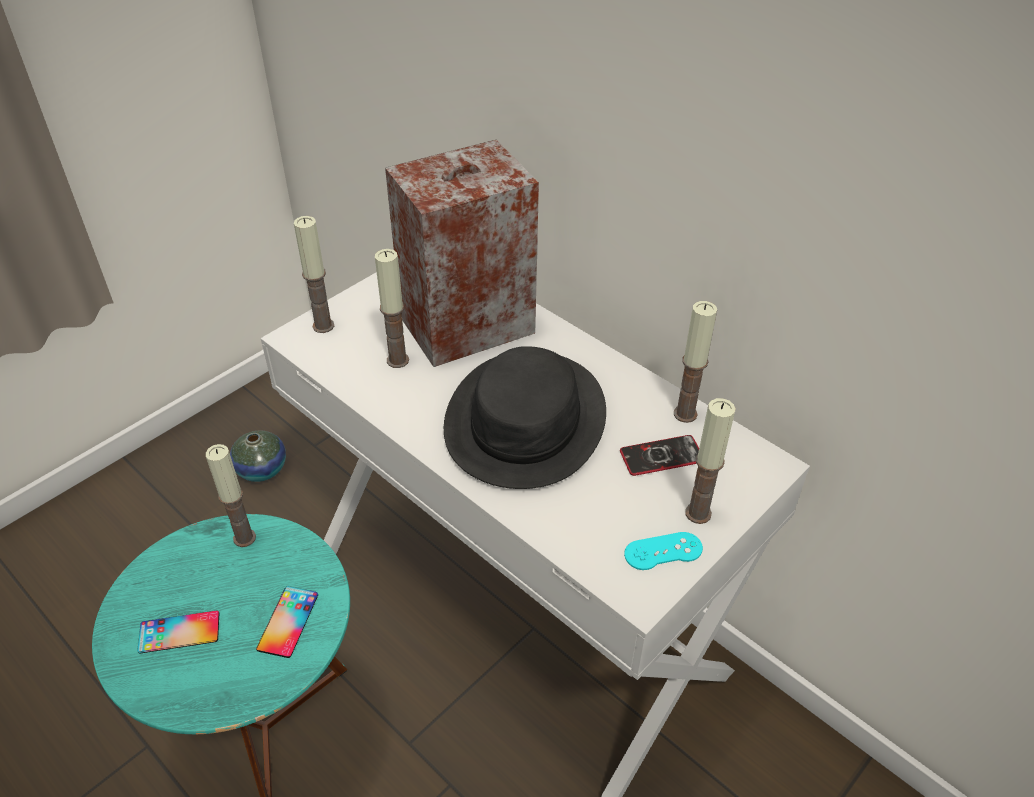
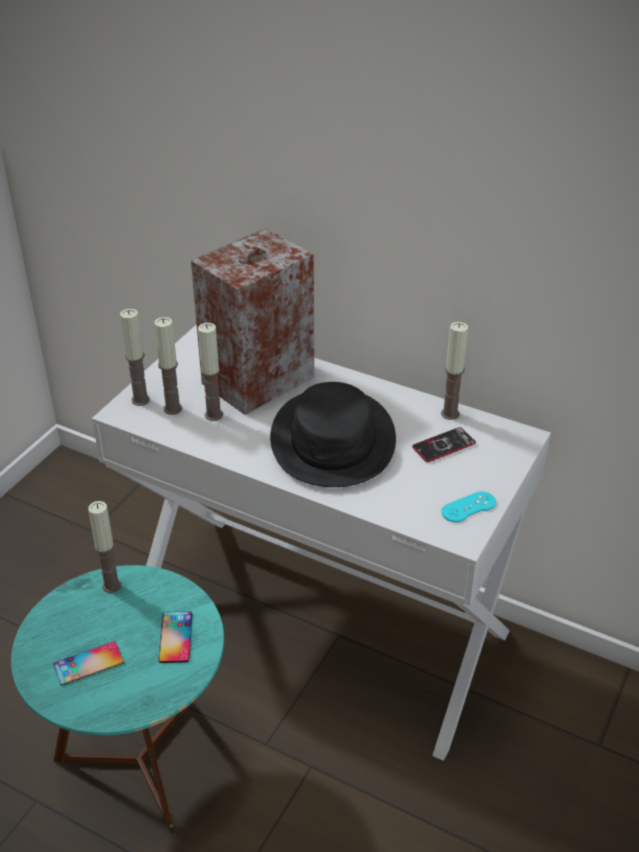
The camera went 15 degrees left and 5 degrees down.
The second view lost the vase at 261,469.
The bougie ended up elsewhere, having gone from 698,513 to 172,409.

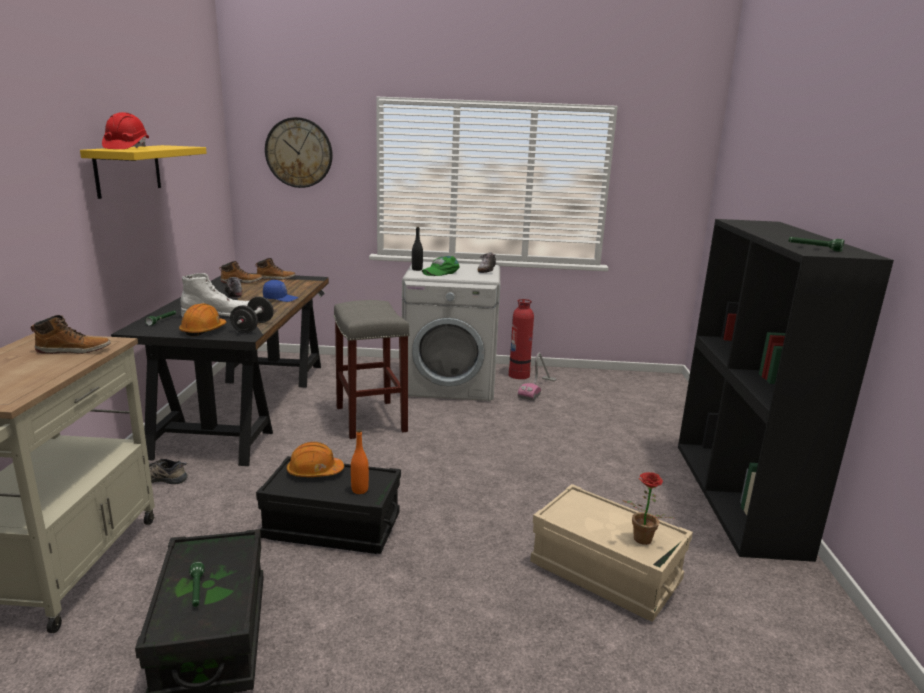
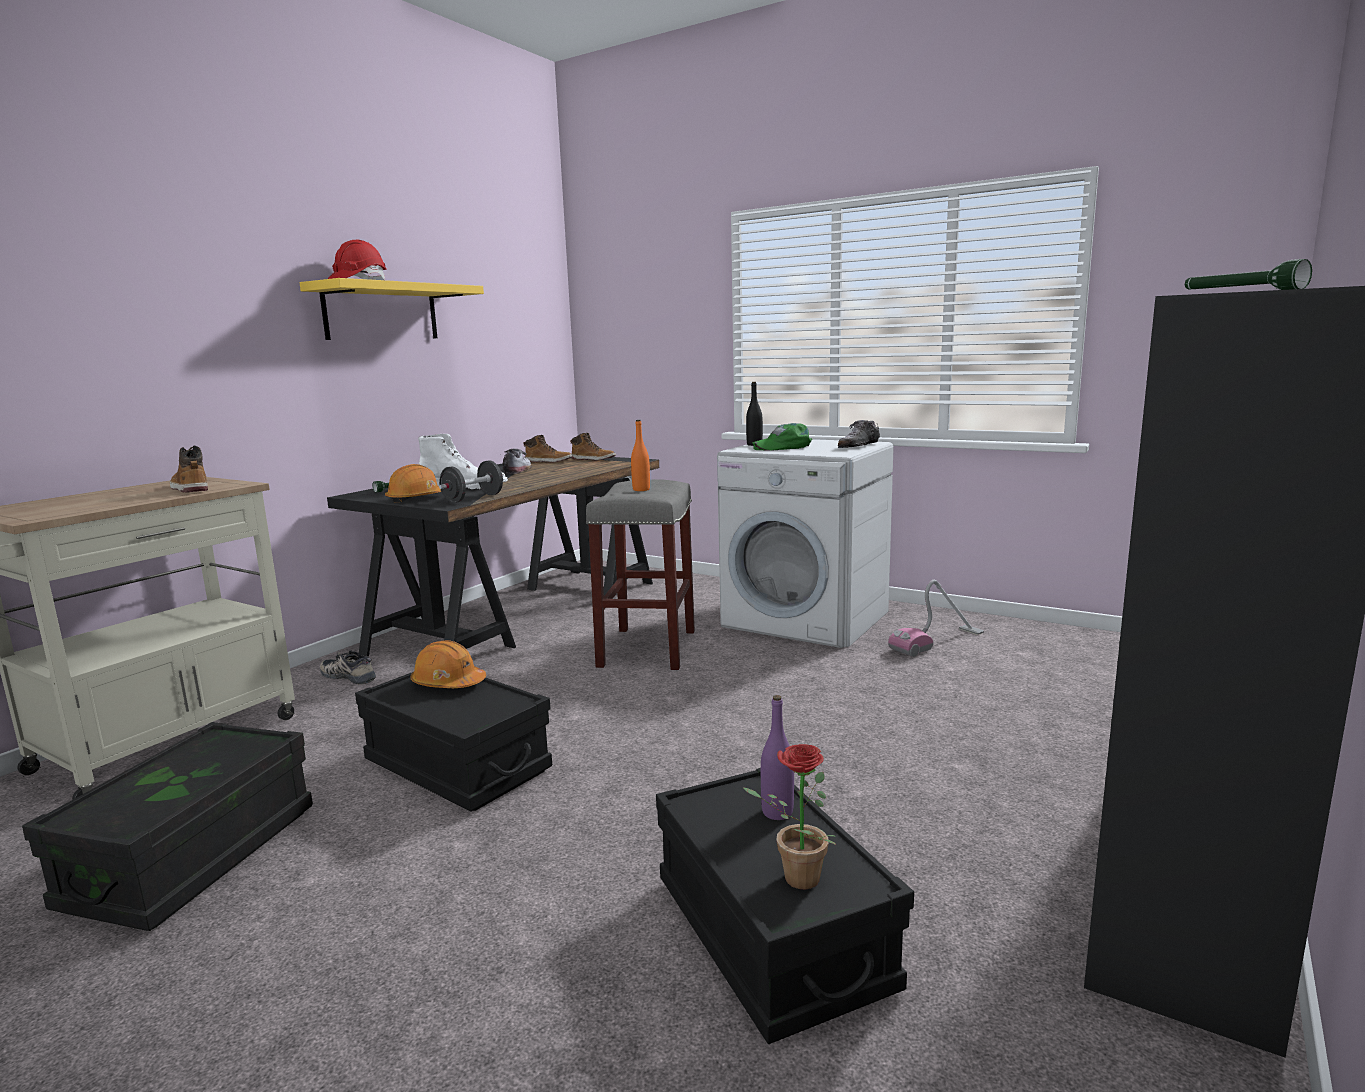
The camera went 30 degrees right and 5 degrees down.
The botte at 74,350 ended up facing another way, 150 degrees counterclockwise from before.
The second view lost the lampe de poche [vert] at 197,591.
The second view lost the casquette [bleu] at 280,298.
The second view lost the horloge murale at 299,153.
The bouteille [orange] ended up elsewhere, having gone from 360,490 to 641,489.
The second view lost the extincteur at 519,375.
What was the boîte de rangement [beige] at 605,573 turned into the boîte de rangement [noir] at 771,933.
The second view gained the bouteille [violet] at 777,812.

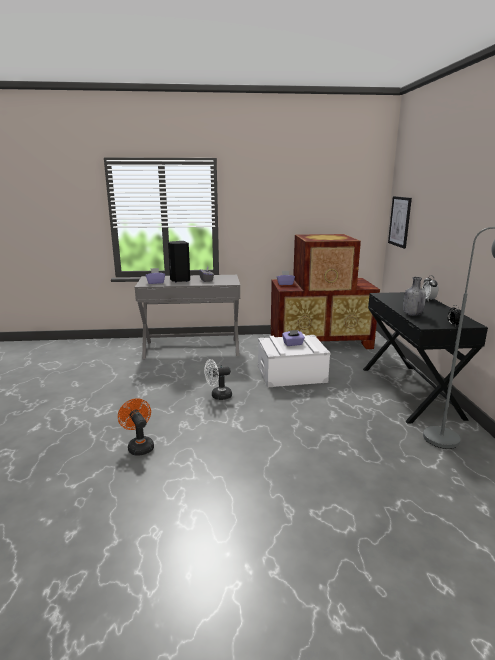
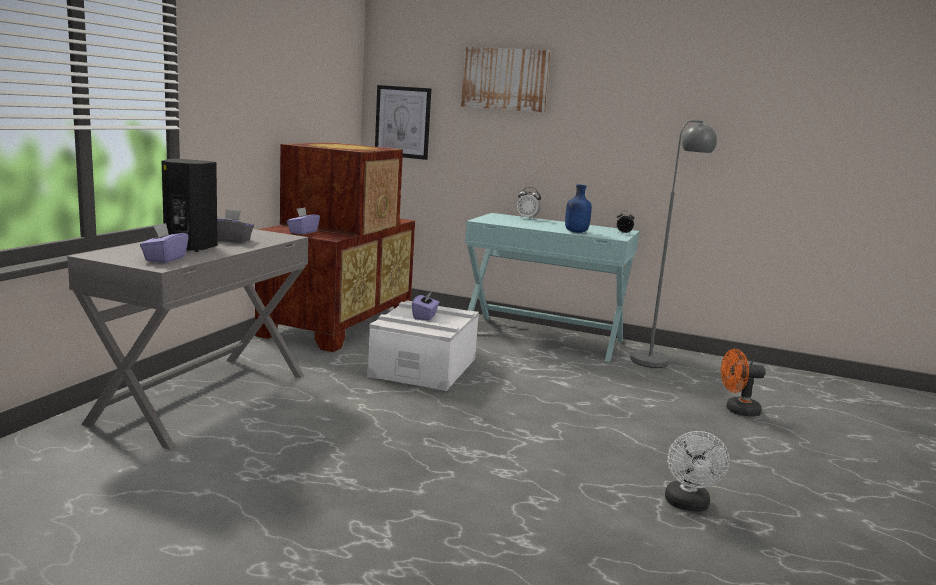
The camera went 65 degrees left and 5 degrees down.
The ventilateur [orange] ended up elsewhere, having gone from 139,446 to 737,410.
The ventilateur [blanc] ended up elsewhere, having gone from 218,396 to 688,505.
What was the bureau [noir] at 410,392 turned into the bureau [turquoise] at 543,337.
What was the bouteille [gris] at 412,314 turned into the bouteille [bleu] at 575,232.
The second view gained the tableau at 505,79.

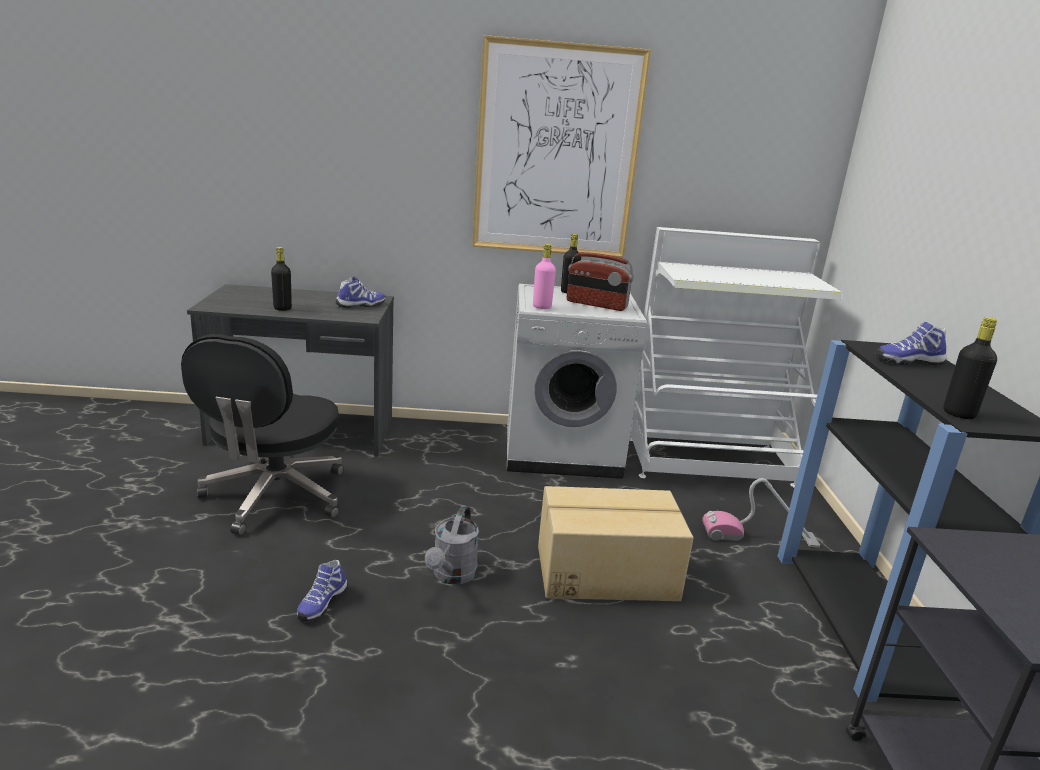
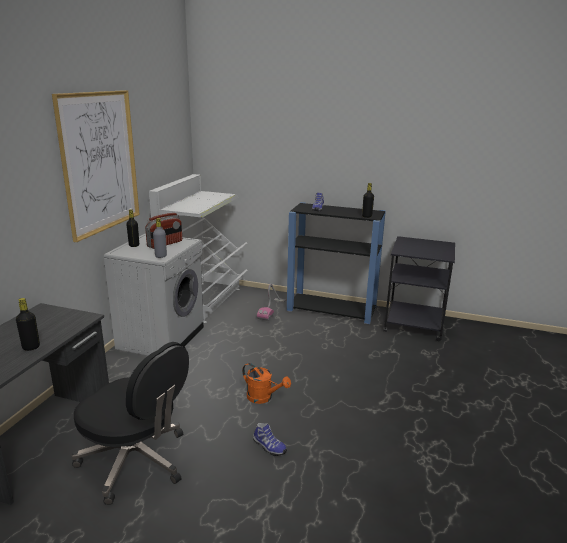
The camera went 70 degrees left and 0 degrees up.
The second view lost the chaussure at 361,305.
What was the arrosoir [gris] at 452,576 turned into the arrosoir [orange] at 263,398.
What was the bouteille [rose] at 542,307 turned into the bouteille [gris] at 161,256.
The second view lost the carton at 605,572.

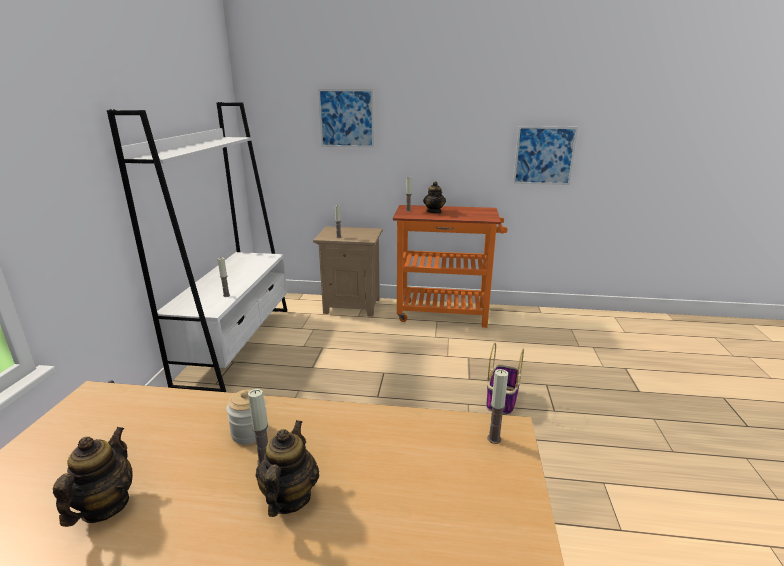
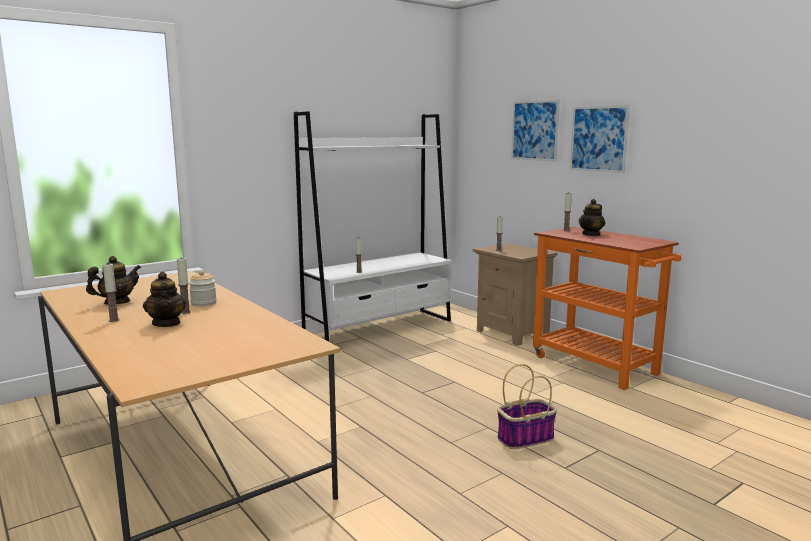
The camera went 45 degrees right and 10 degrees down.
The théière at 289,498 ended up facing another way, 105 degrees clockwise from before.
The bougie ended up elsewhere, having gone from 494,439 to 114,320.
The tableau ended up elsewhere, having gone from 544,155 to 598,139.

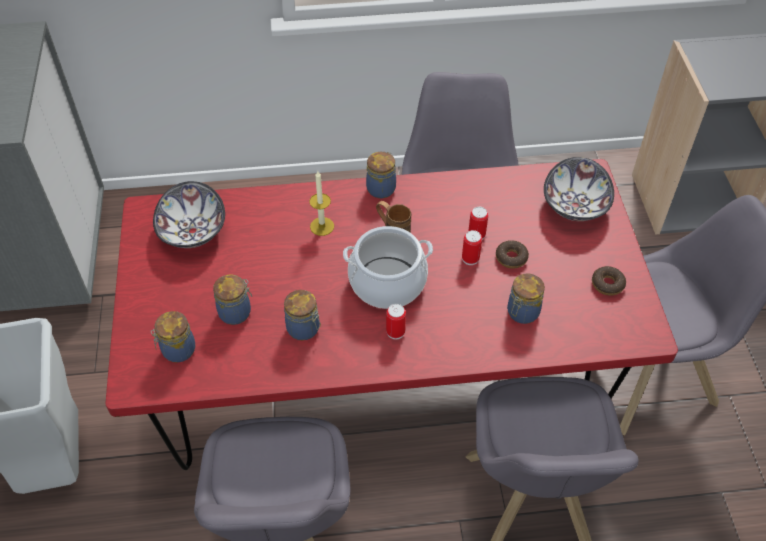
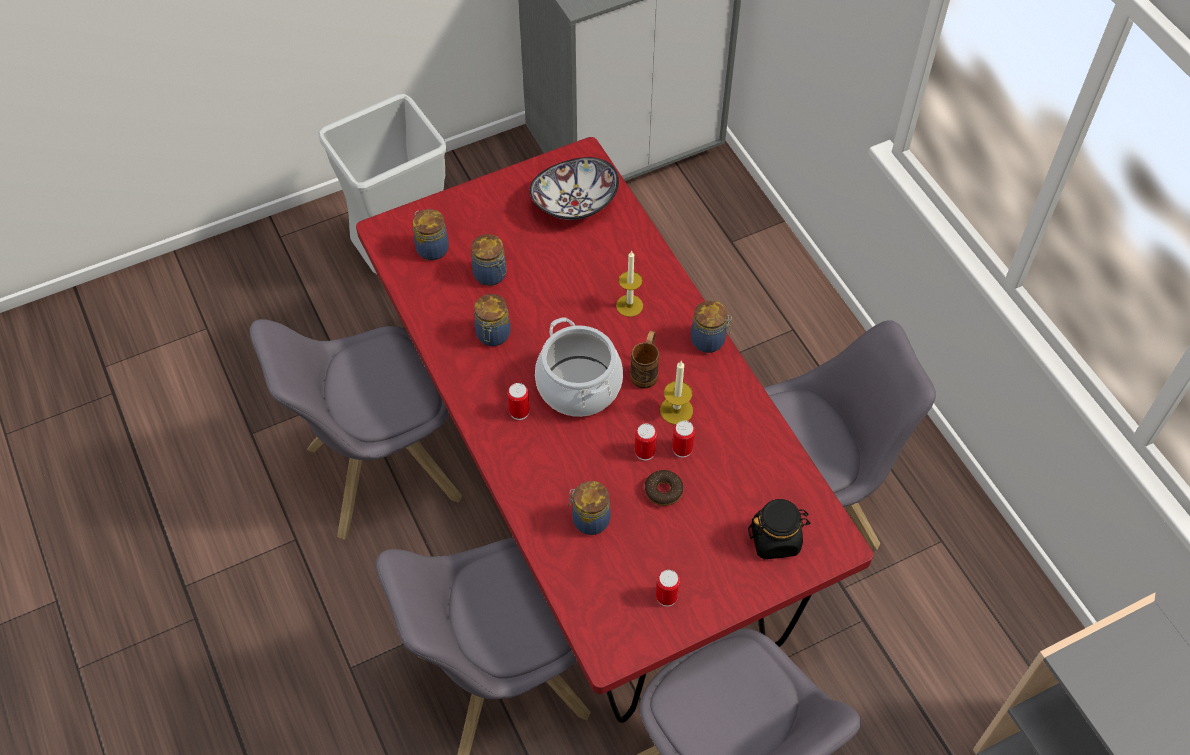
The camera went 70 degrees right and 5 degrees up.
Where the bol stood at 576,206, the bocal [noir] came to stand at 775,539.
Where the beignet stood at 607,284, the boîte métallique came to stand at 666,596.
The second view gained the bougie at 676,410.

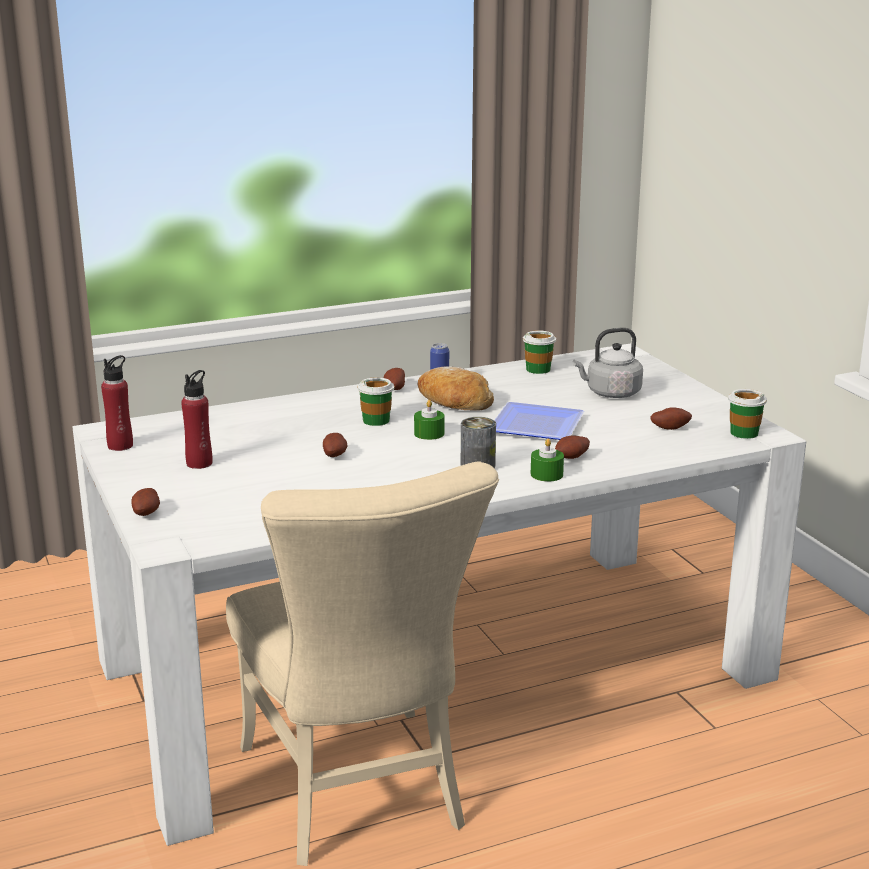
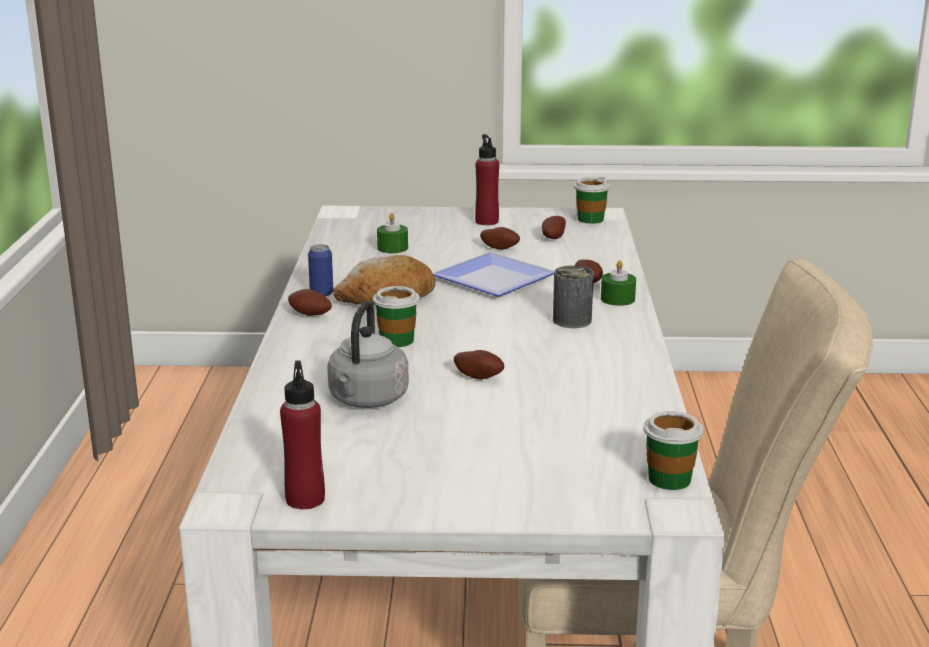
The camera went 65 degrees left and 0 degrees up.
The pomme de terre ended up elsewhere, having gone from 147,513 to 500,248.
The bouteille [rouge] ended up elsewhere, having gone from 199,463 to 487,221.
The bougie [vert] ended up elsewhere, having gone from 429,433 to 392,248.
The tasse ended up elsewhere, having gone from 538,369 to 669,479.
The bouilloire [gris] ended up elsewhere, having gone from 610,393 to 367,400.

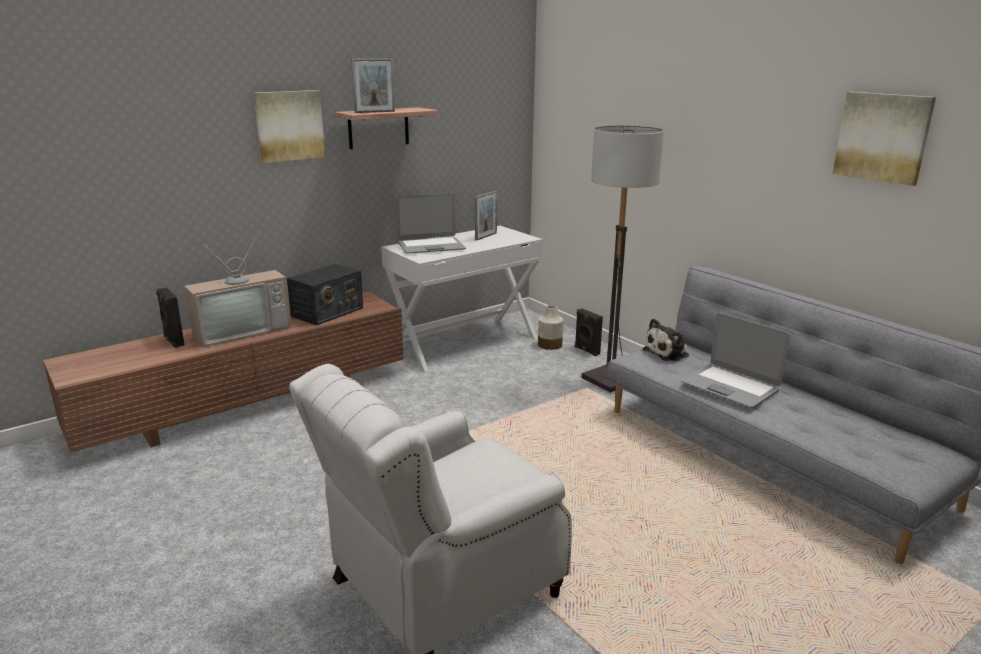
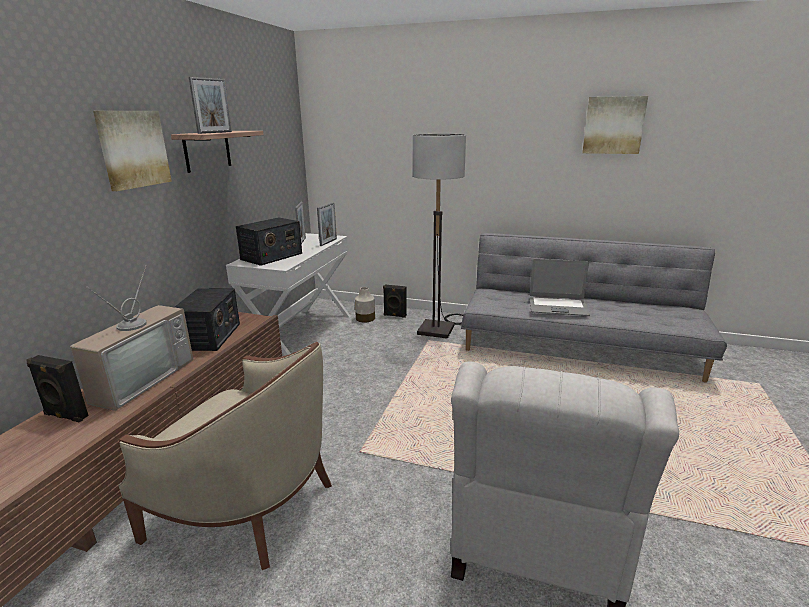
The camera went 35 degrees left and 0 degrees up.
Where the ordinateur portable stood at 431,246, the radio came to stand at 271,256.
The second view lost the peluche at 668,353.
The second view gained the fauteuil [beige] at 248,505.
The second view gained the cadre photo at 328,242.

